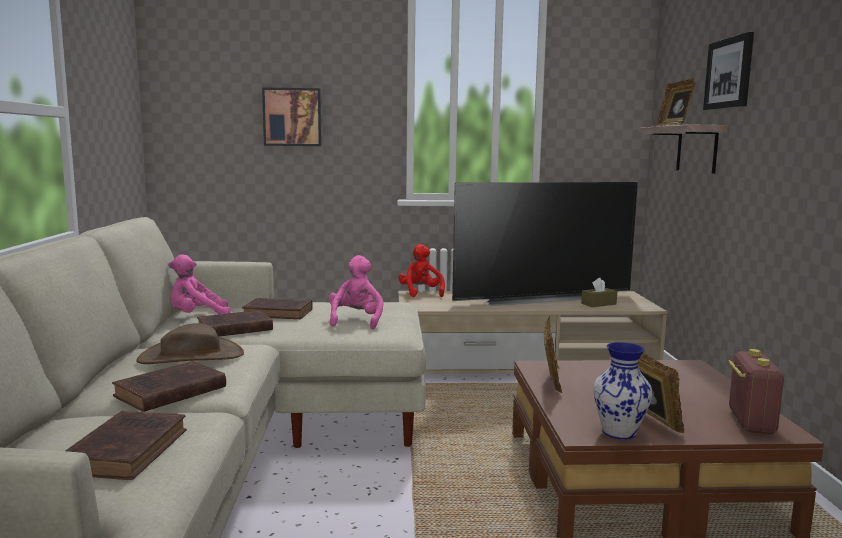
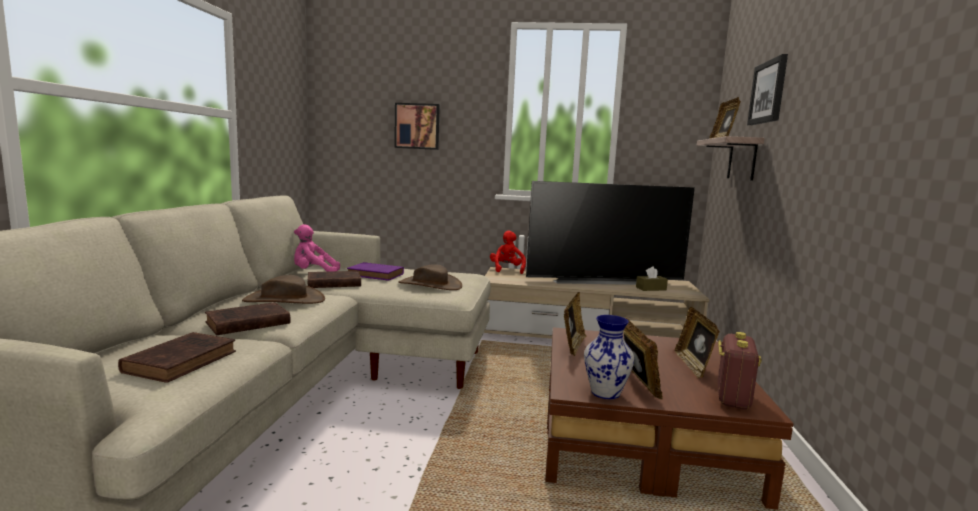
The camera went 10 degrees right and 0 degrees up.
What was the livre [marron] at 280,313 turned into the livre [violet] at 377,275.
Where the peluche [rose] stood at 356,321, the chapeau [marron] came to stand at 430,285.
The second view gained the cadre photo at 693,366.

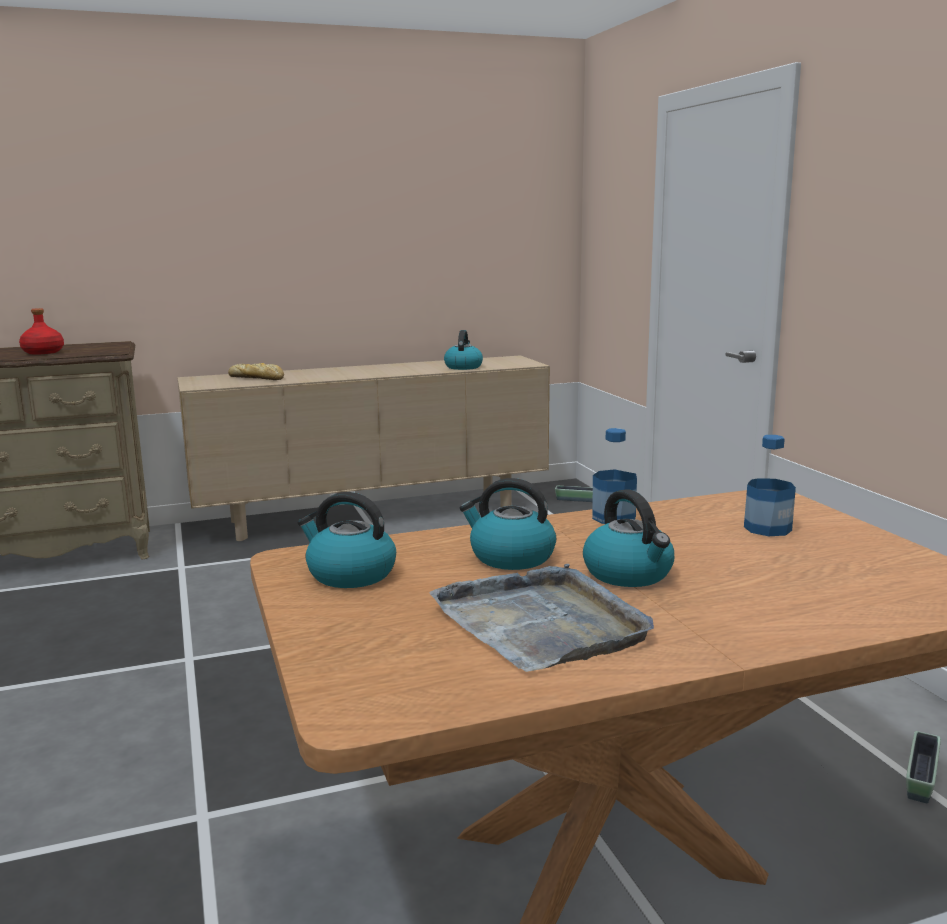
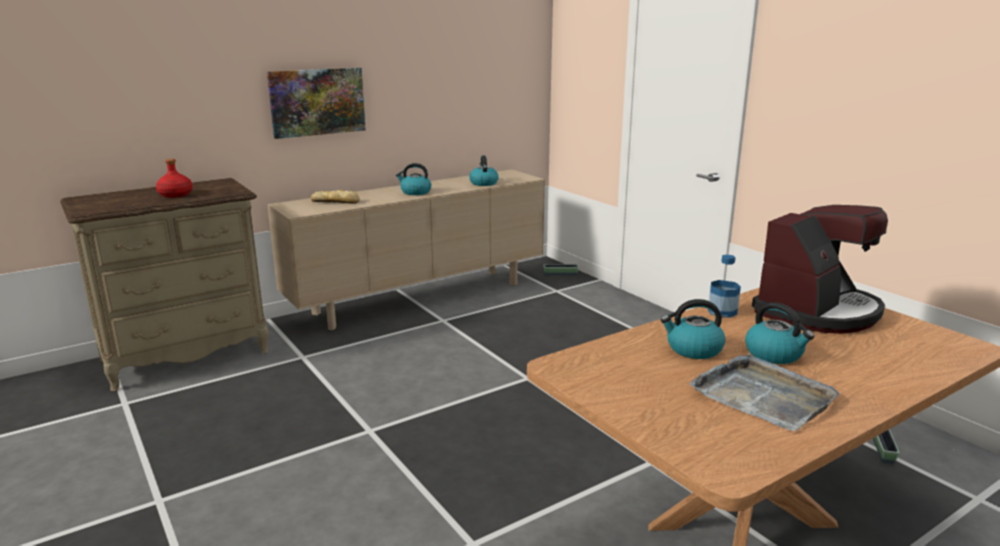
The camera went 15 degrees left and 5 degrees up.
The bouilloire ended up elsewhere, having gone from 349,574 to 415,192.
Where the bouteille stood at 767,528, the machine à café came to stand at 817,311.
The second view gained the tableau at 317,102.

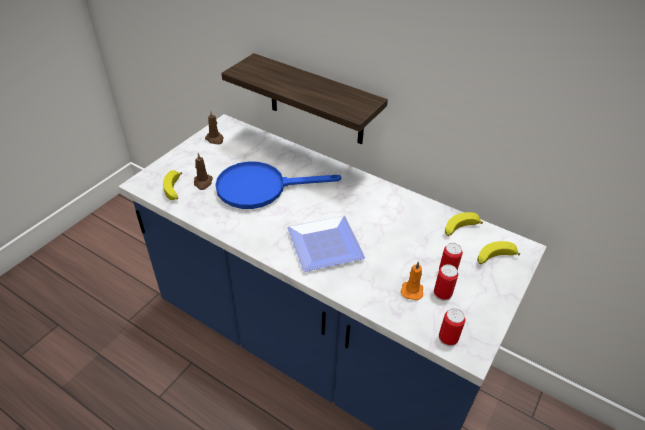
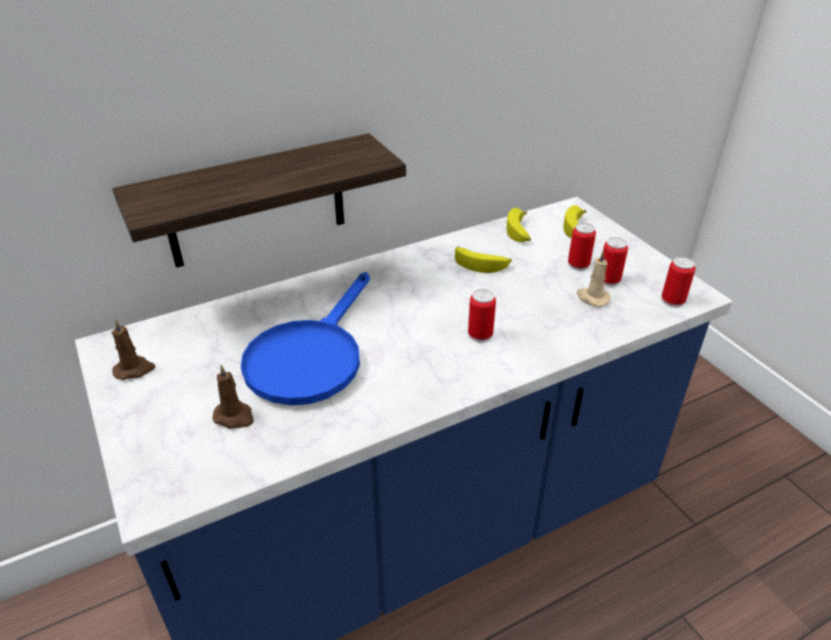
The camera went 60 degrees left and 5 degrees down.
The banane ended up elsewhere, having gone from 174,190 to 482,264.
Where the assiette stood at 328,246, the boîte métallique came to stand at 480,335.
What was the bougie [orange] at 412,290 turned into the bougie [beige] at 592,298.

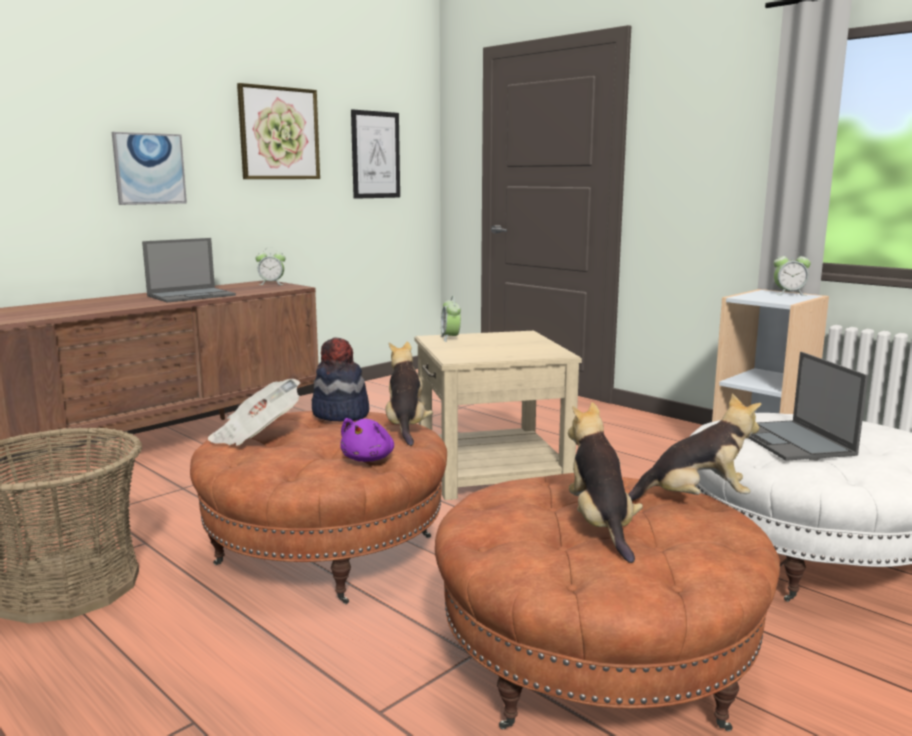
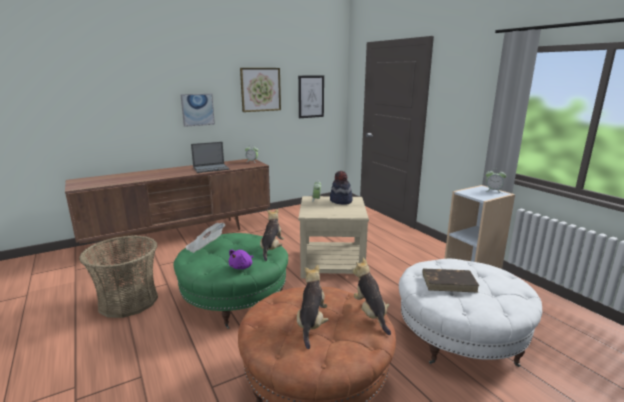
The camera went 15 degrees right and 5 degrees up.
What was the pouf [marron] at 325,550 turned into the pouf [vert] at 235,298.
The chapeau ended up elsewhere, having gone from 340,414 to 340,201.
The peluche at 695,499 ended up facing another way, 120 degrees counterclockwise from before.
Where the ordinateur portable stood at 792,441, the livre [marron] came to stand at 449,282.

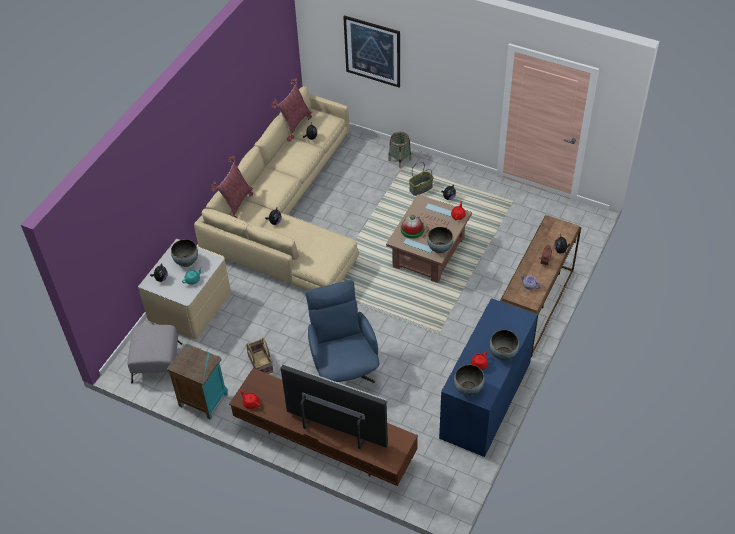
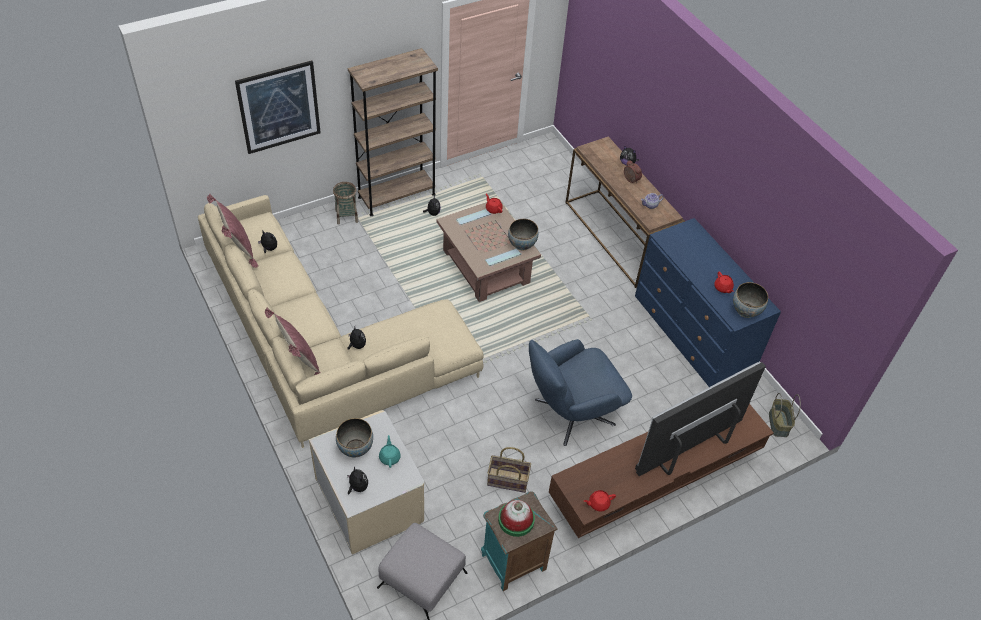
The camera went 60 degrees left and 0 degrees up.
The fauteuil [bleu] at 343,368 ended up facing another way, 45 degrees counterclockwise from before.
The chapeau ended up elsewhere, having gone from 412,229 to 516,520.
The panier ended up elsewhere, having gone from 421,189 to 779,424.
The second view lost the bol at 503,354.
The second view gained the bibliothèque [marron] at 396,196.

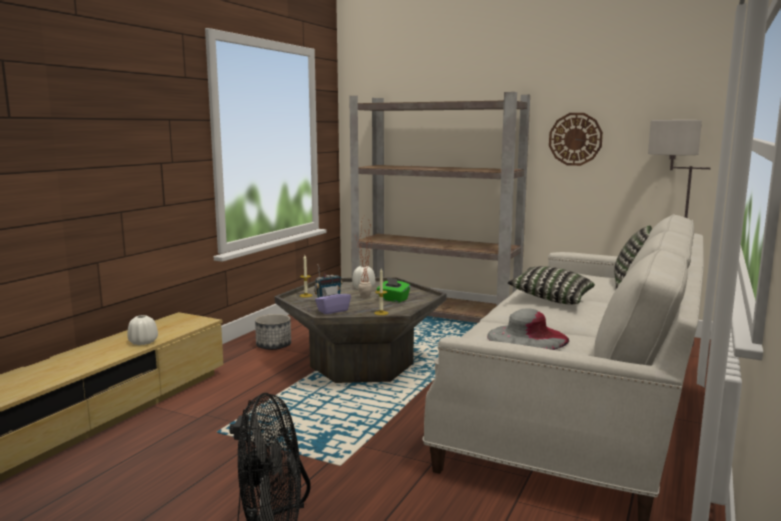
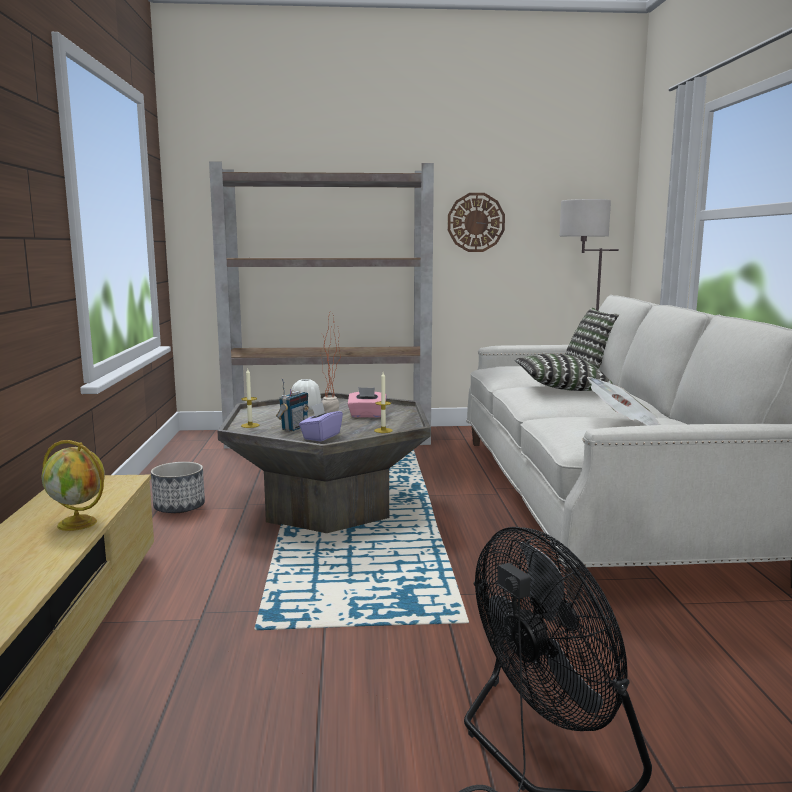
The camera went 30 degrees left and 0 degrees up.
Where the vase [blanc] stood at 143,342, the globe came to stand at 78,523.
What was the boîte à mouchoirs [vert] at 393,299 turned into the boîte à mouchoirs [rose] at 367,415.
Where the chapeau [gris] stood at 527,337, the journal came to stand at 624,423.

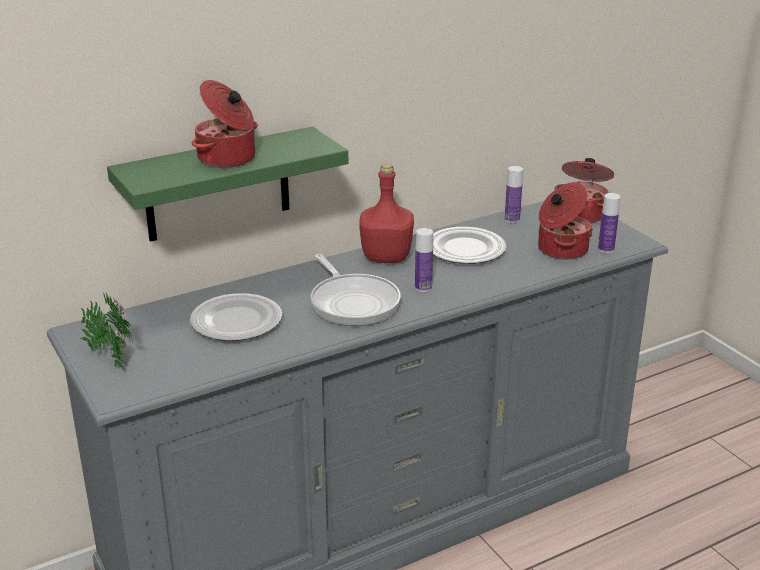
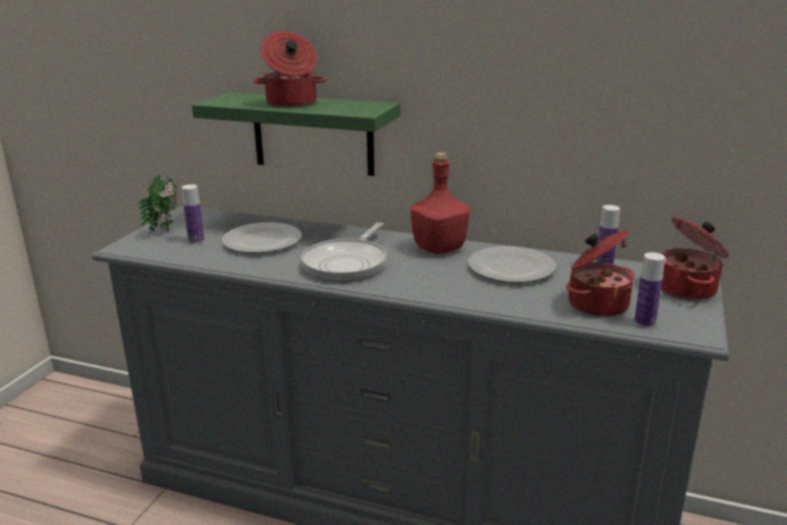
The camera went 50 degrees right and 5 degrees down.
The bouteille ended up elsewhere, having gone from 423,287 to 196,240.

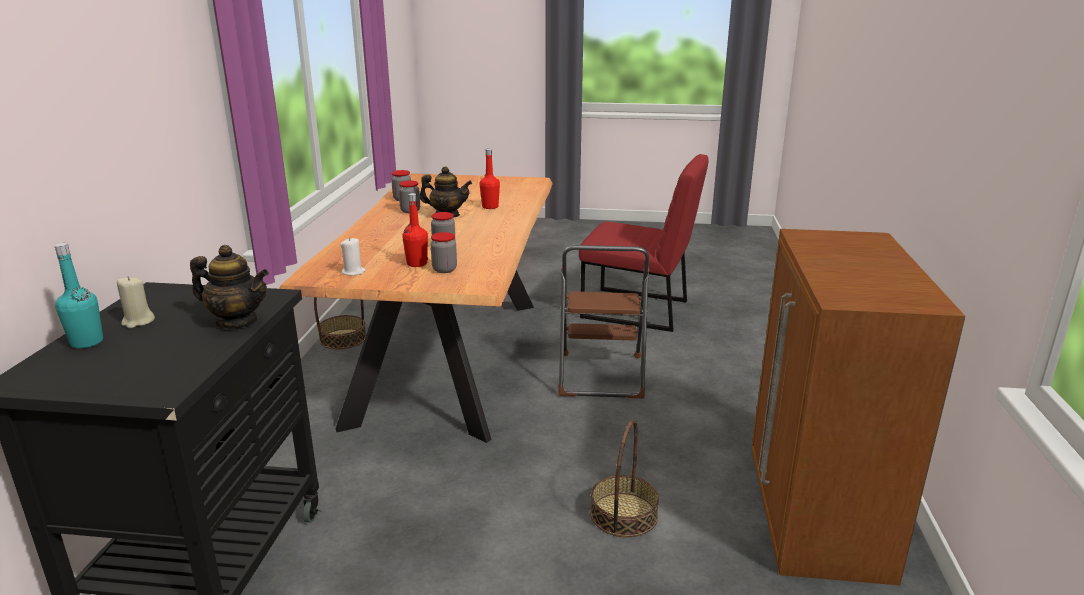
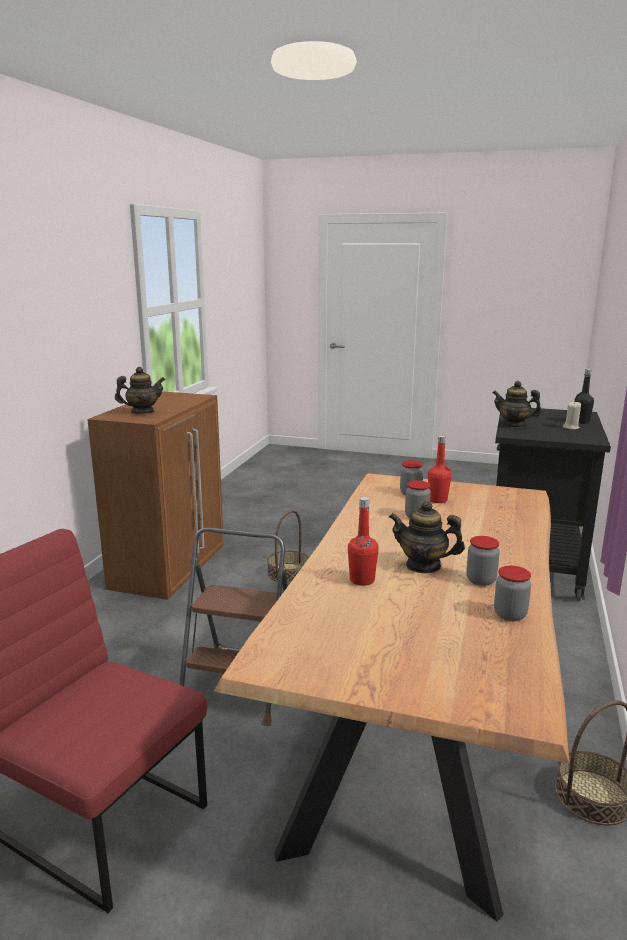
The camera went 170 degrees left and 5 degrees down.
What was the bouteille [turquoise] at 87,342 turned into the bouteille [noir] at 581,422.
The second view lost the bougie [blanc] at 353,272.
The second view gained the théière at 142,412.

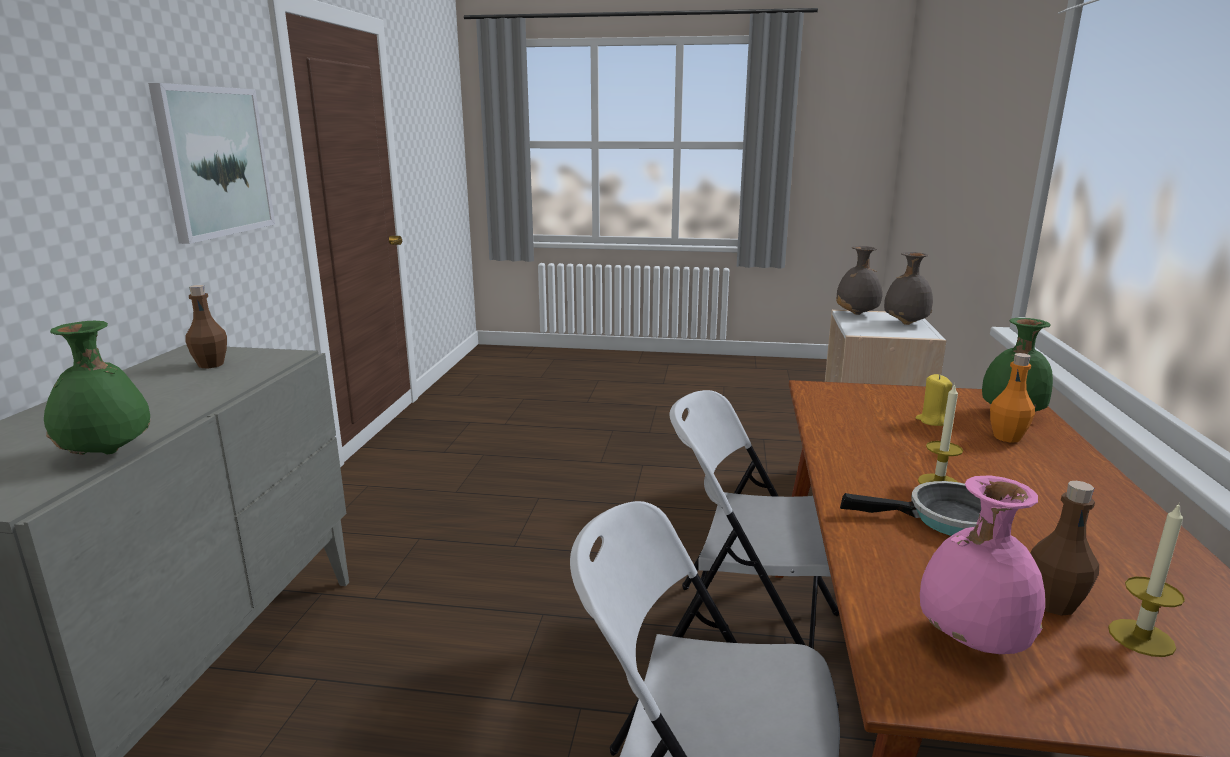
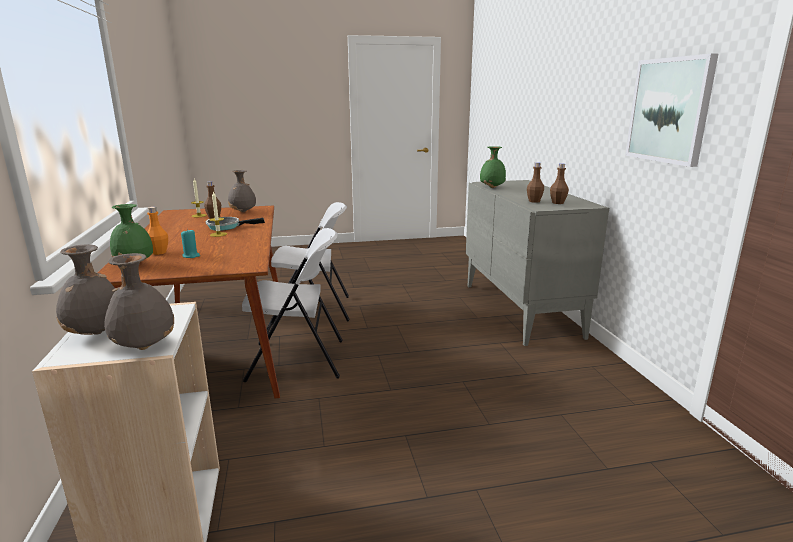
The camera went 160 degrees right and 0 degrees up.
What was the bougie [jaune] at 932,421 turned into the bougie [turquoise] at 191,256.
What was the vase [rose] at 971,640 turned into the vase [gris] at 243,212.
The second view gained the bouteille [marron] at 534,201.

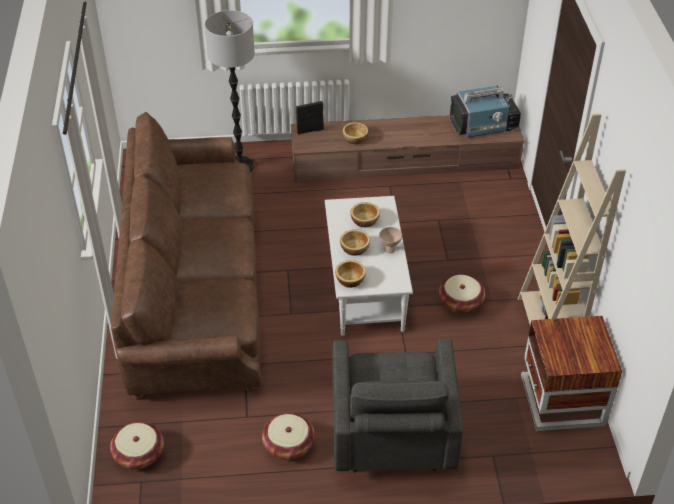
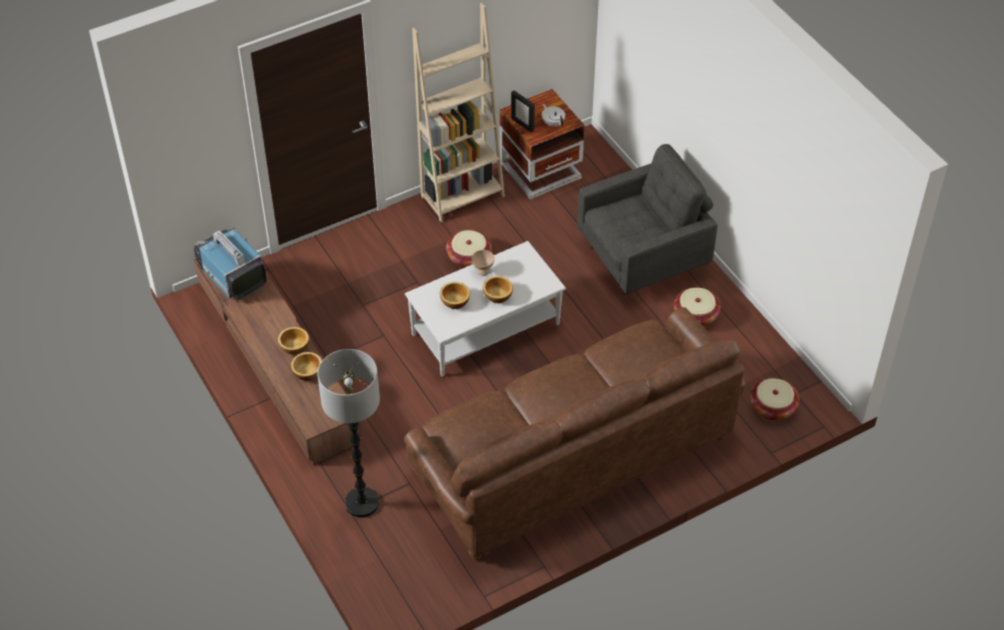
The camera went 115 degrees left and 5 degrees up.
The cadre photo ended up elsewhere, having gone from 310,131 to 523,124.
The bol ended up elsewhere, having gone from 350,279 to 294,347.
The second view gained the théière [blanc] at 553,123.

